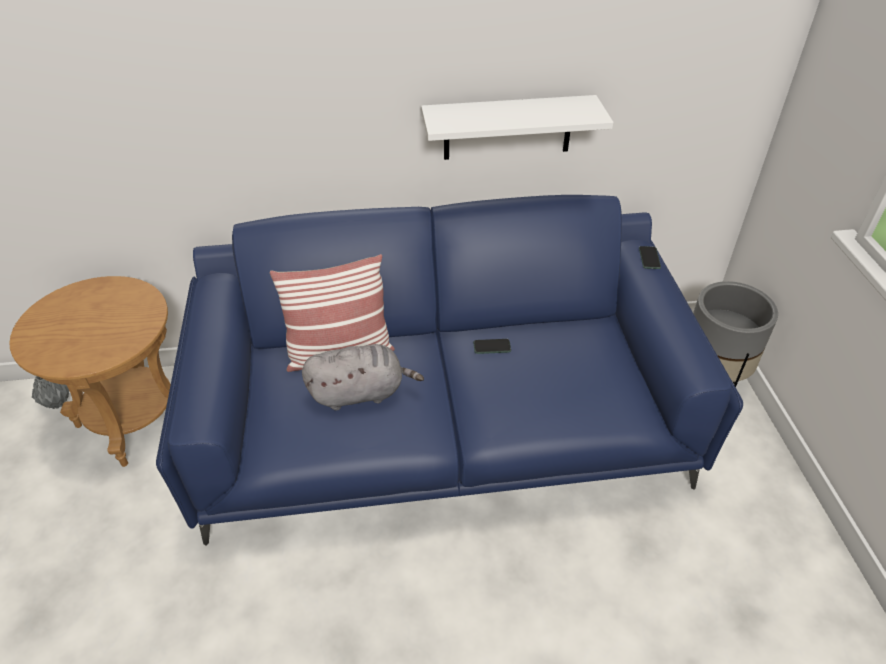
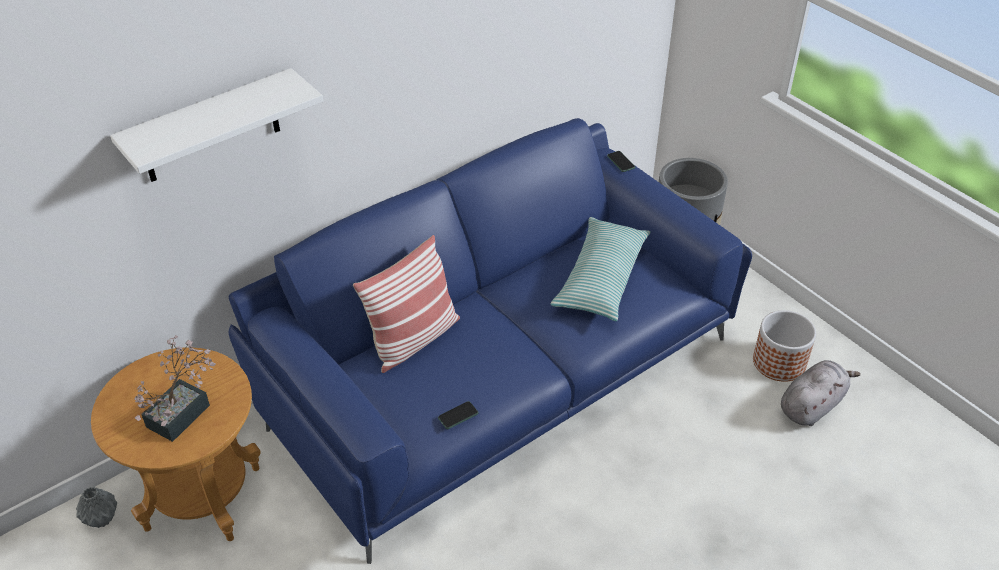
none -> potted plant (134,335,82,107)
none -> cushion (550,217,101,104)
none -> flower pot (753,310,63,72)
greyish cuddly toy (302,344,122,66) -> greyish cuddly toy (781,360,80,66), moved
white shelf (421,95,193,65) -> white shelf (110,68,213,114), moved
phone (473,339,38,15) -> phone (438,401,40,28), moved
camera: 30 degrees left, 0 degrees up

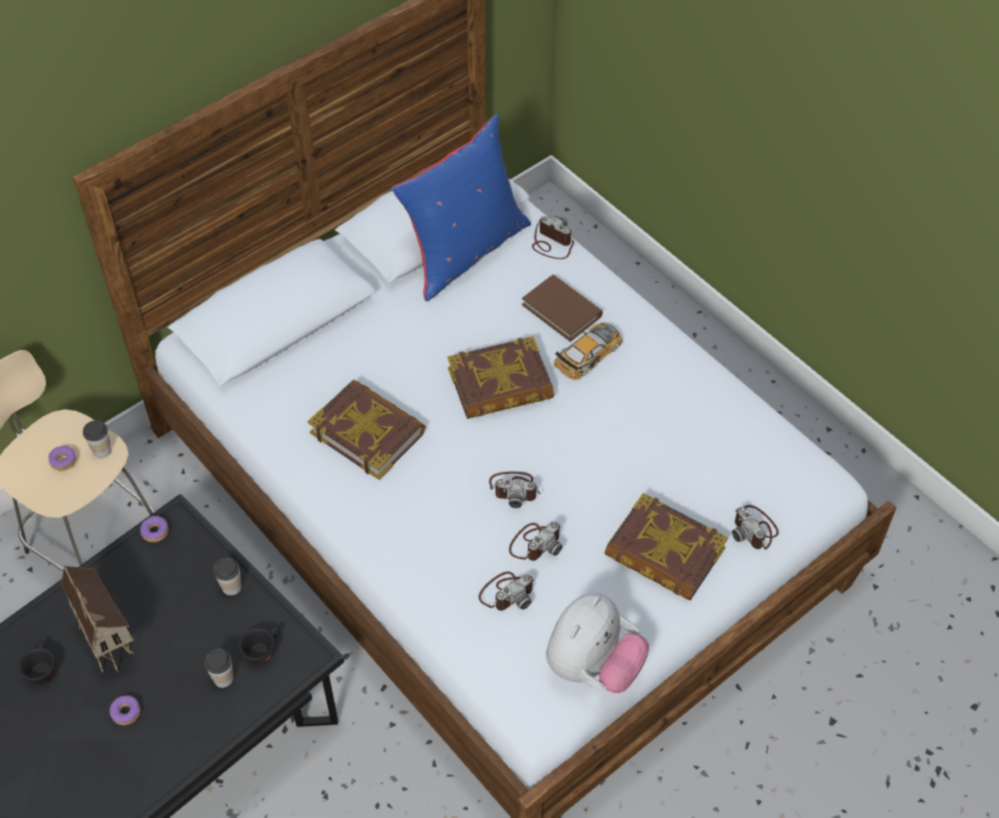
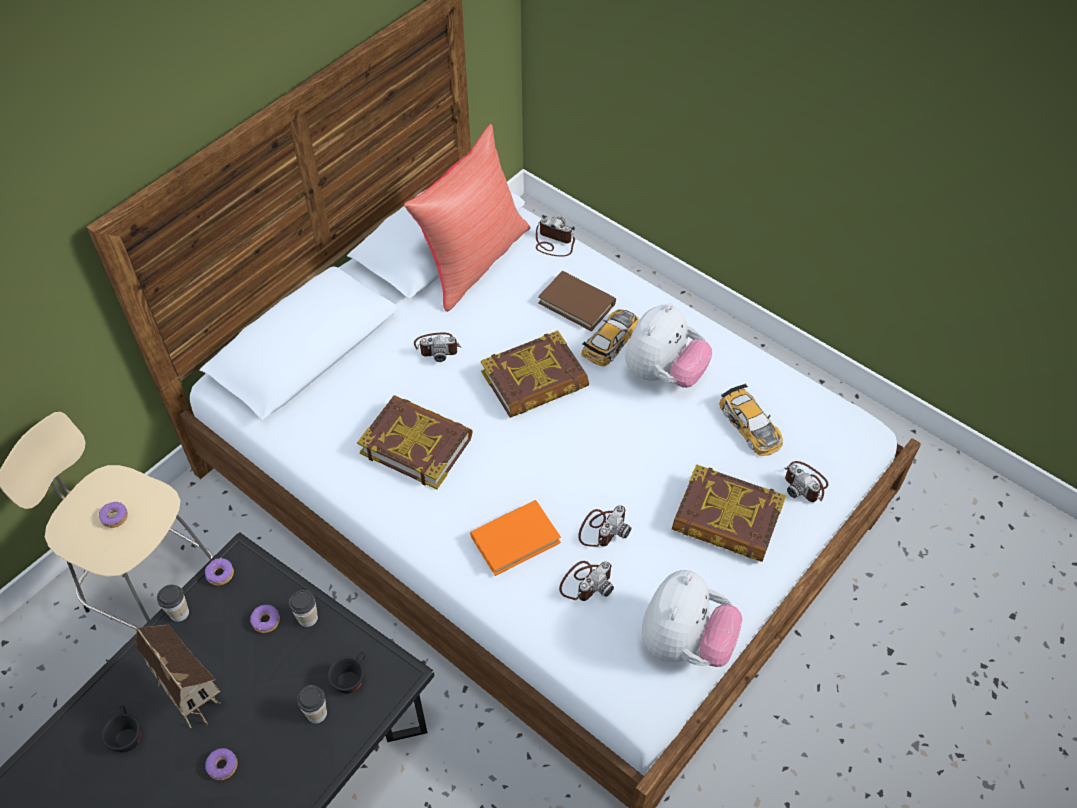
none -> donut (250,605,30,28)
none -> orange-coloured book (470,500,91,76)
none -> cuddly toy (625,303,87,85)
none -> toy car (719,384,64,72)
small cup (83,420,28,38) -> small cup (157,585,32,37), moved
still camera (489,472,52,36) -> still camera (414,332,47,30), moved
bluish cushion (391,114,140,187) -> red cushion (404,124,127,188)
camera: 10 degrees left, 0 degrees up

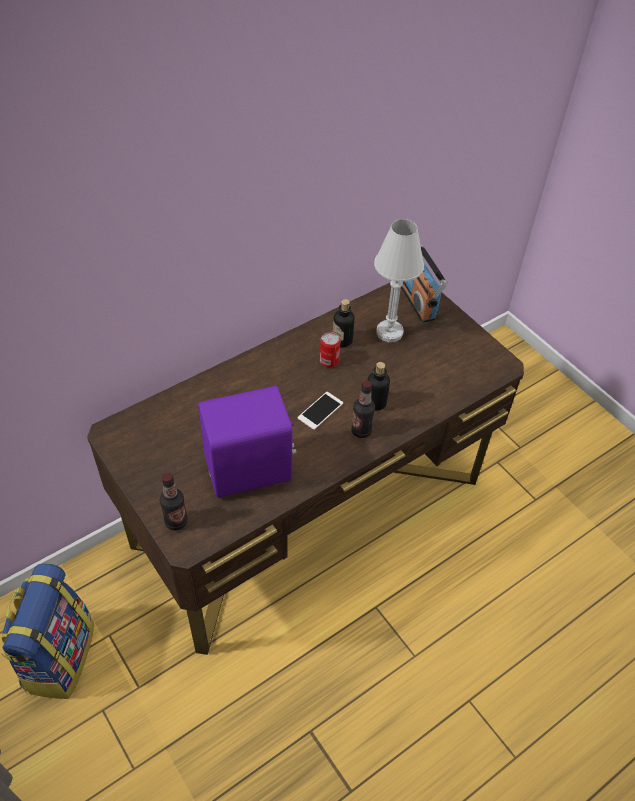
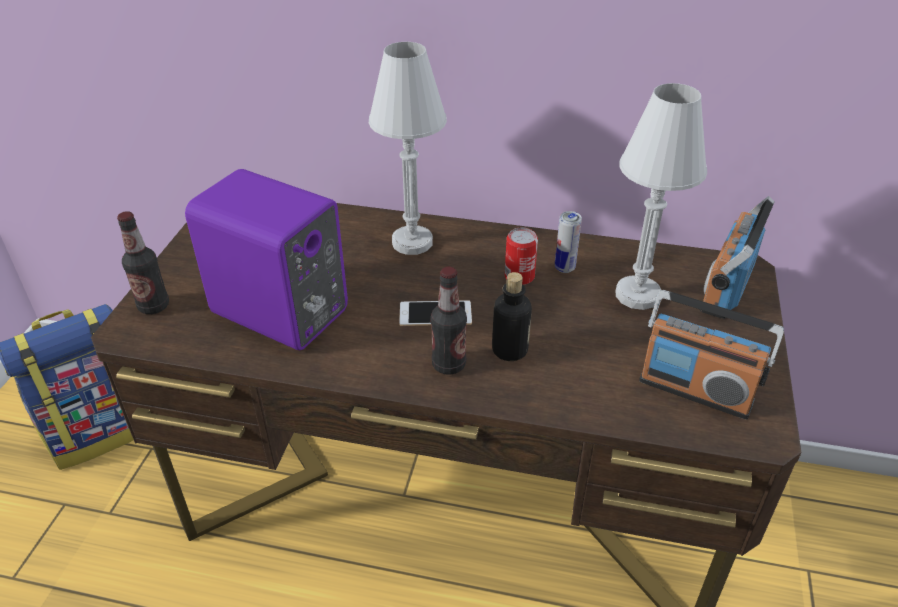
none -> white table lamp (369,42,78,213)
none -> radio (639,290,145,130)
beverage bottle (333,299,22,48) -> metal can (555,211,27,62)
camera: 50 degrees right, 10 degrees down

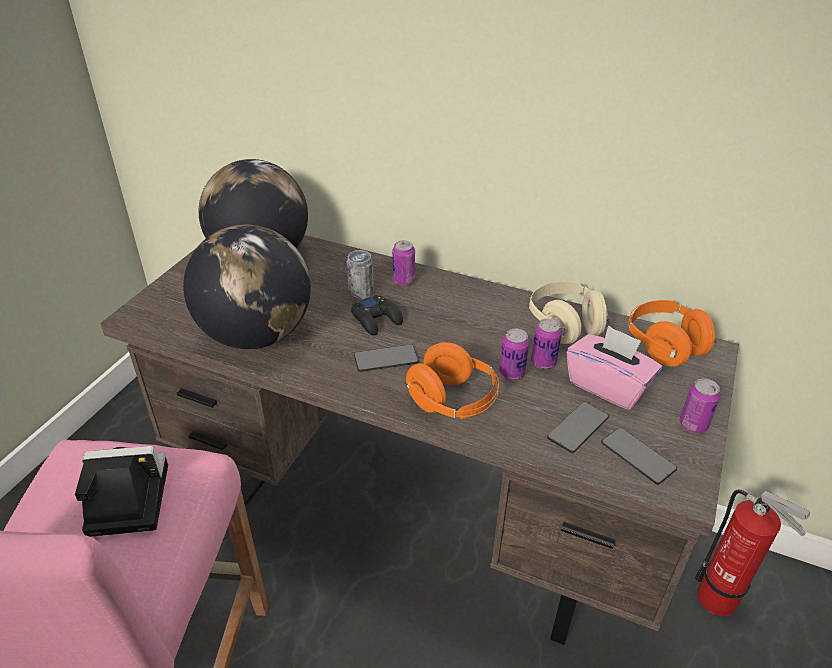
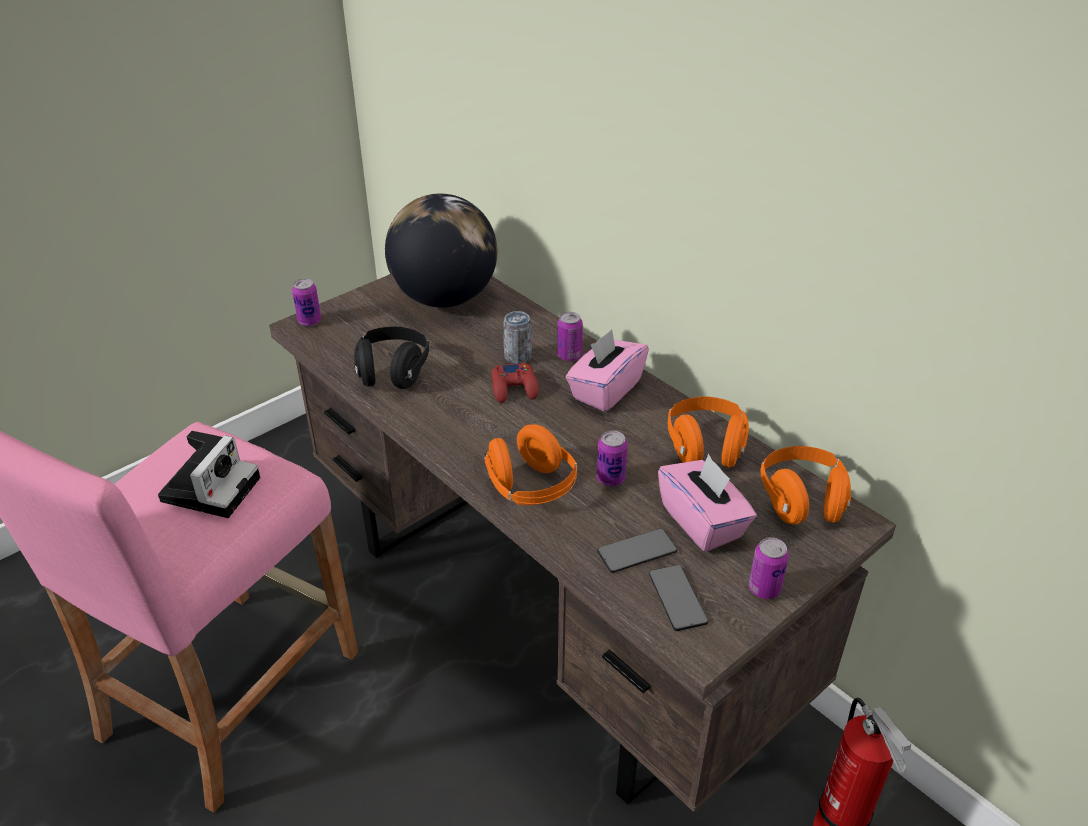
phone (354,344,65,28) -> none
none -> pink-coloured tissue holder (566,329,83,83)
metal can (531,318,31,51) -> metal can (292,279,29,47), moved
world globe (183,224,128,125) -> black headphones (354,327,75,62)
black game controller (351,295,52,40) -> red game controller (491,363,48,40)
beige-coloured headphones (529,281,80,63) -> orange-coloured headphones (668,397,81,71)
still camera (75,446,93,91) -> still camera (158,431,102,87), 90 degrees clockwise
camera: 25 degrees right, 0 degrees up

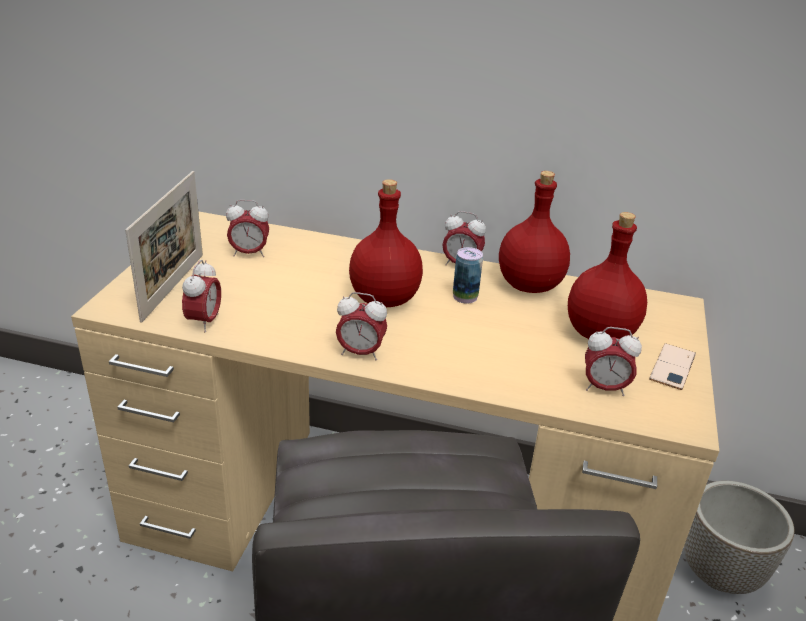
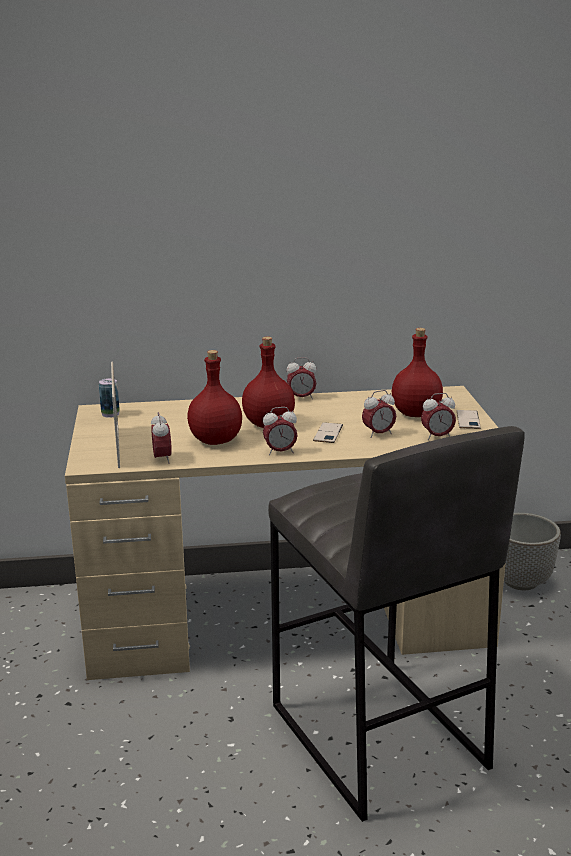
none -> phone (313,422,30,21)
alarm clock (226,200,43,57) -> alarm clock (362,390,34,48), moved
metal can (453,247,30,57) -> metal can (99,378,21,40), moved
red beverage bottle (499,171,71,122) -> red beverage bottle (187,350,55,95), moved
camera: 20 degrees left, 10 degrees down

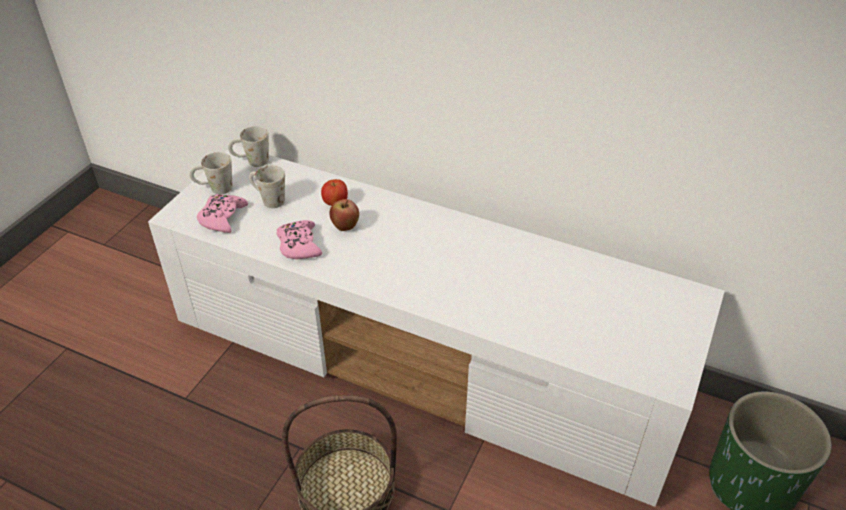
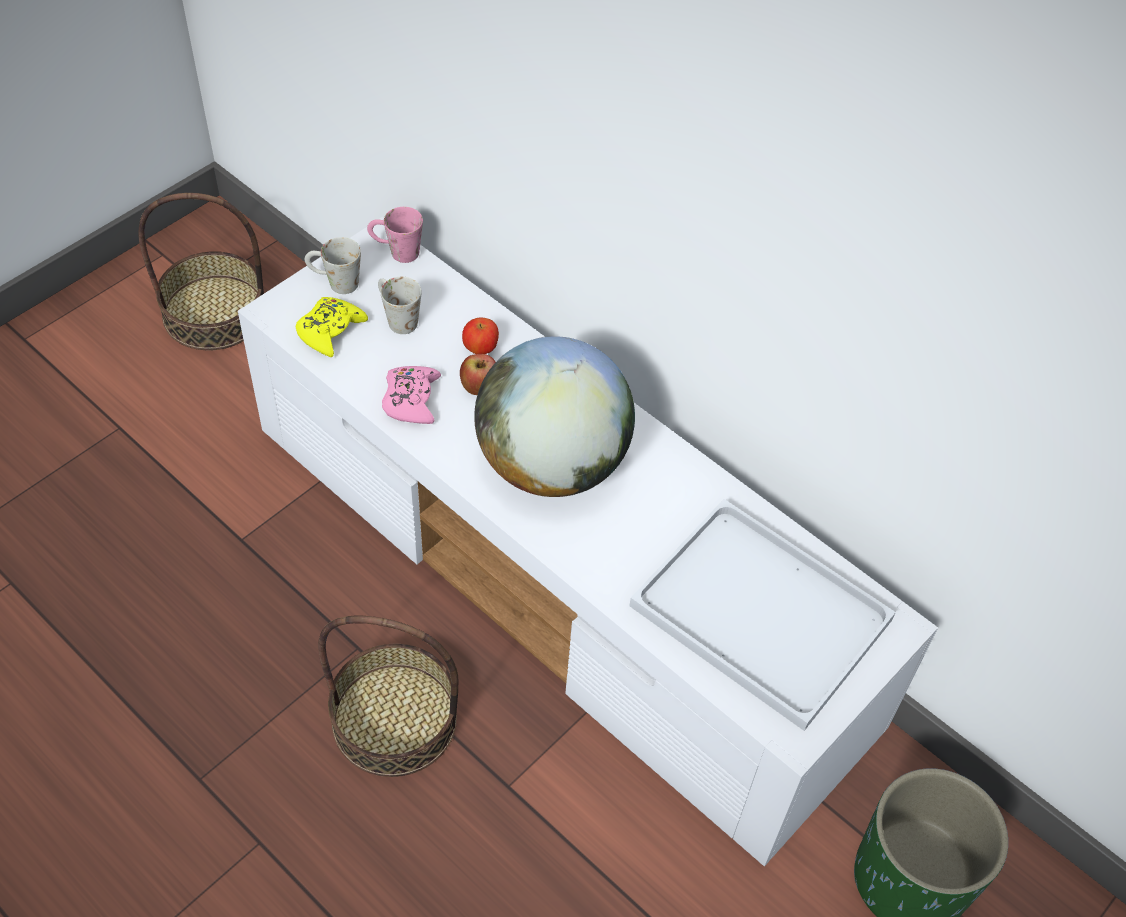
none -> household basket (139,193,125,157)
none -> world globe (474,336,161,161)
none -> white carrying tray (630,499,266,232)
pink-coloured game controller (197,194,51,39) -> yellow-coloured game controller (296,297,72,60)
white tea mug (228,126,41,41) -> pink-coloured tea mug (367,207,56,56)
camera: 15 degrees right, 10 degrees up

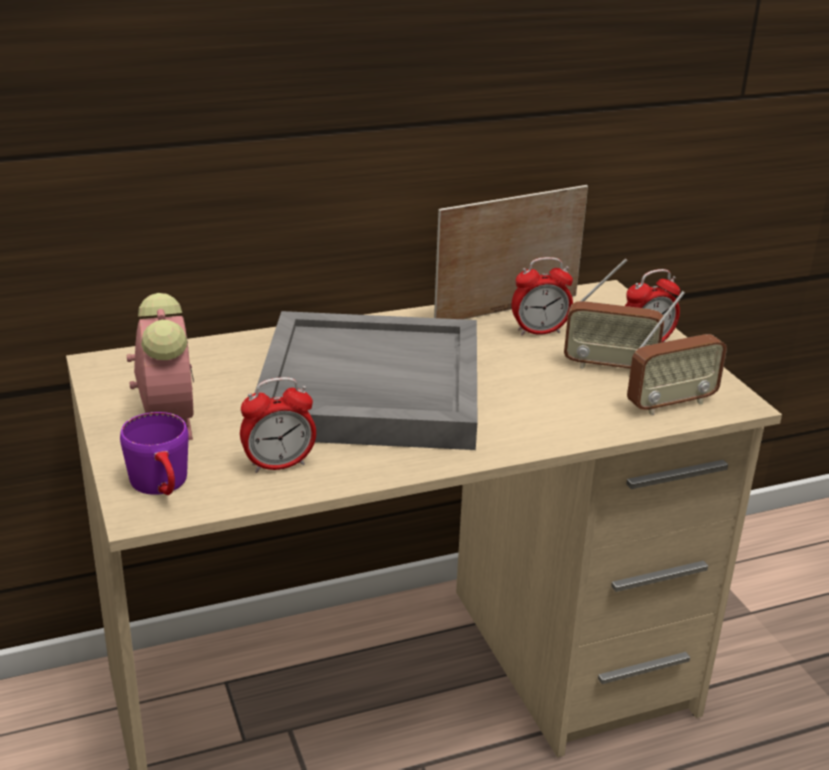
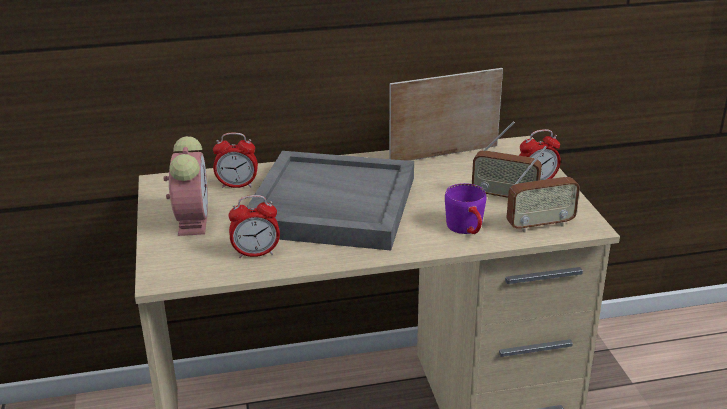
purple tea mug (120,412,69,83) -> purple tea mug (445,183,41,51), moved
alarm clock (512,257,61,79) -> alarm clock (213,133,45,55), moved
camera: 10 degrees right, 0 degrees up

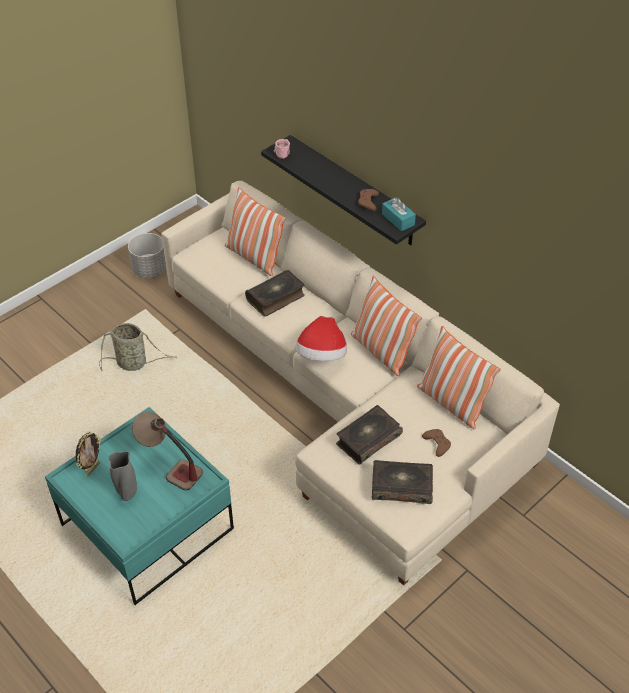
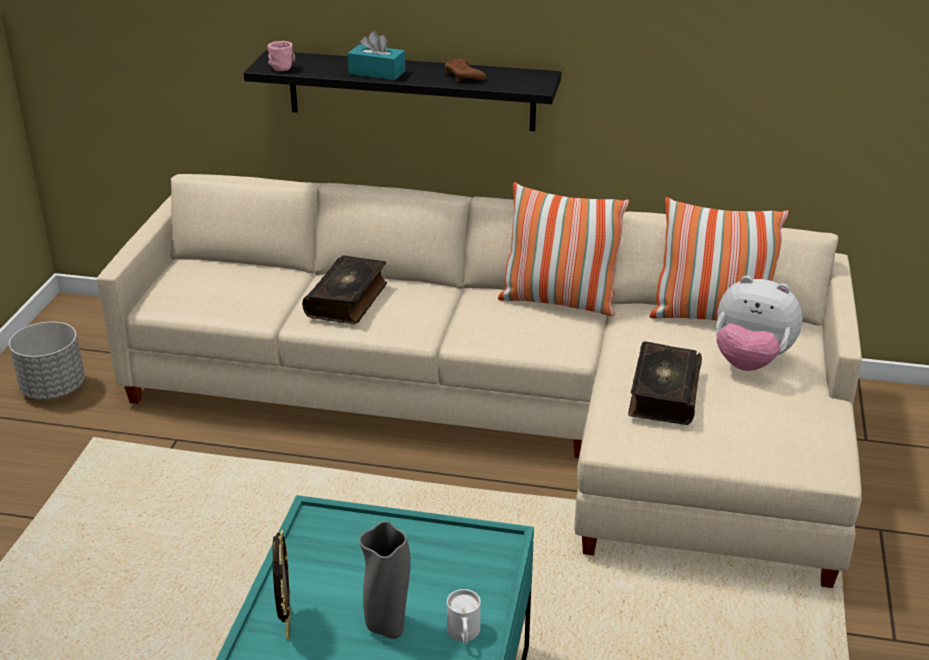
household basket (99,323,78,48) -> none
table lamp (132,412,71,78) -> none
cushion (225,187,61,89) -> none
hat (295,316,52,45) -> none
book (372,460,61,44) -> none
none -> white tea mug (447,589,34,56)
blue-green tissue holder (382,197,34,34) -> blue-green tissue holder (348,31,58,49), moved
brownish game controller (422,429,29,28) -> cuddly toy (716,276,87,95)
camera: 35 degrees left, 15 degrees down

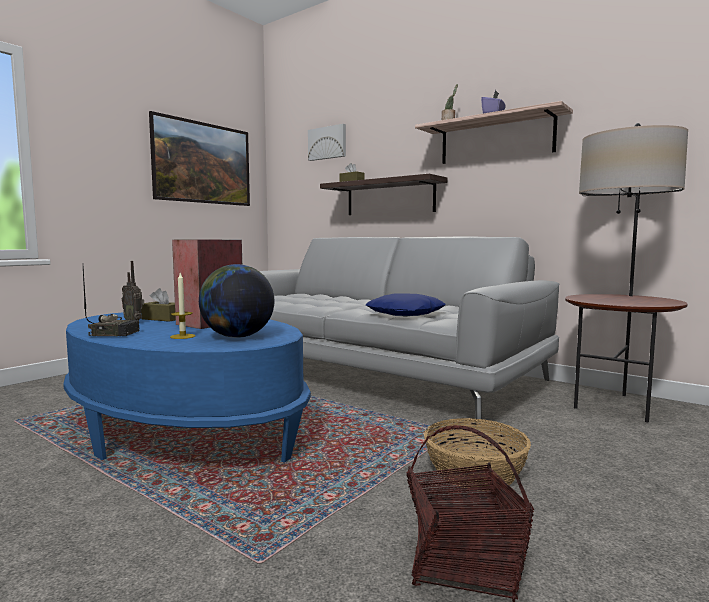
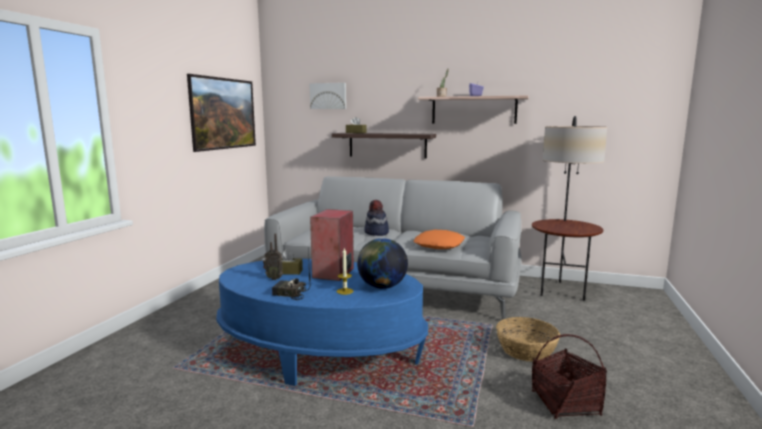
none -> hat (364,200,25,36)
bluish cushion (366,293,80,23) -> orange-coloured cushion (413,230,52,19)
radio (83,268,57,69) -> radio (272,247,39,53), 150 degrees counterclockwise
camera: 20 degrees left, 5 degrees up

